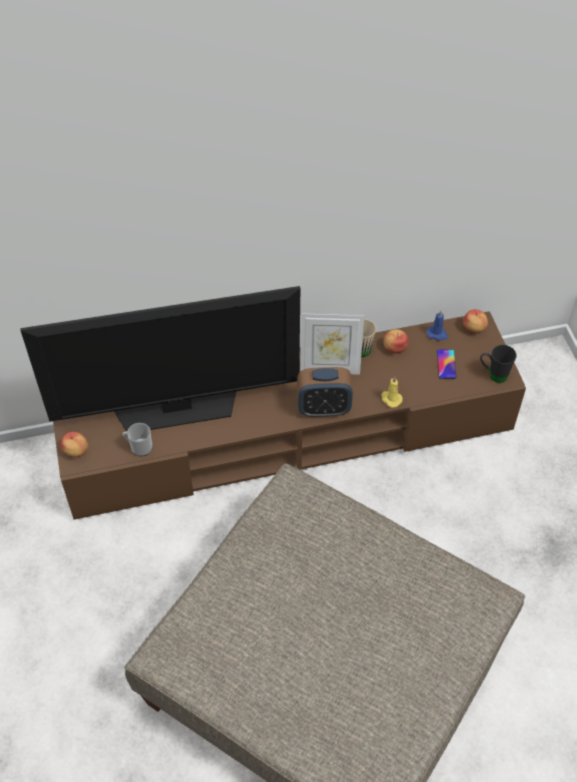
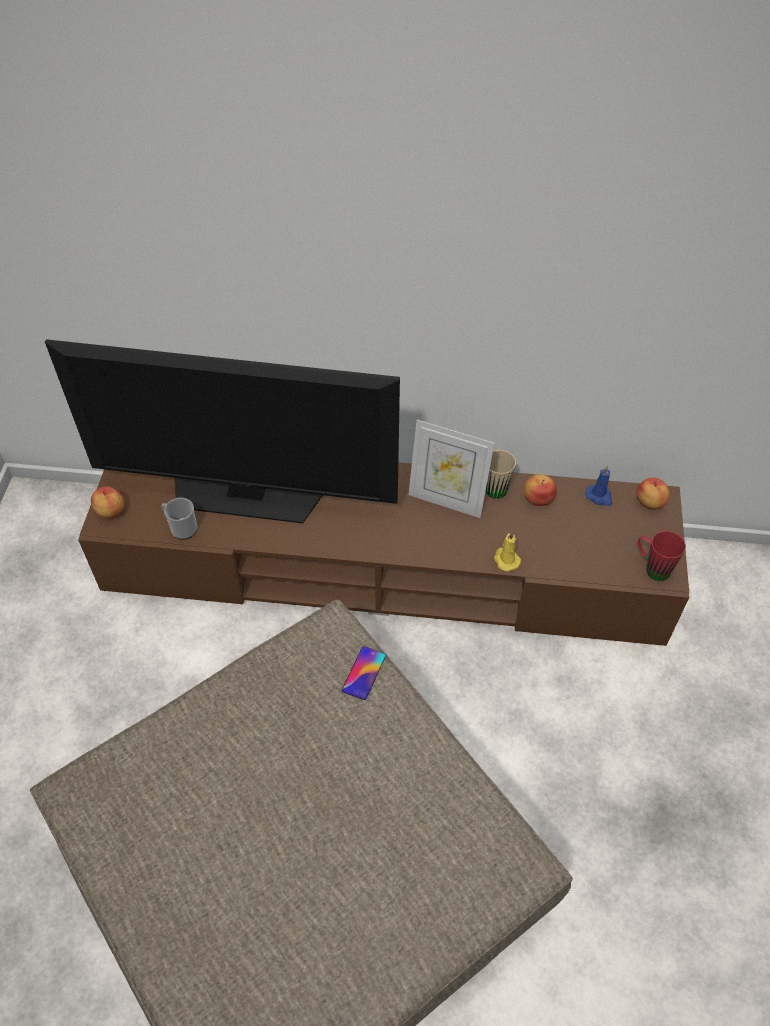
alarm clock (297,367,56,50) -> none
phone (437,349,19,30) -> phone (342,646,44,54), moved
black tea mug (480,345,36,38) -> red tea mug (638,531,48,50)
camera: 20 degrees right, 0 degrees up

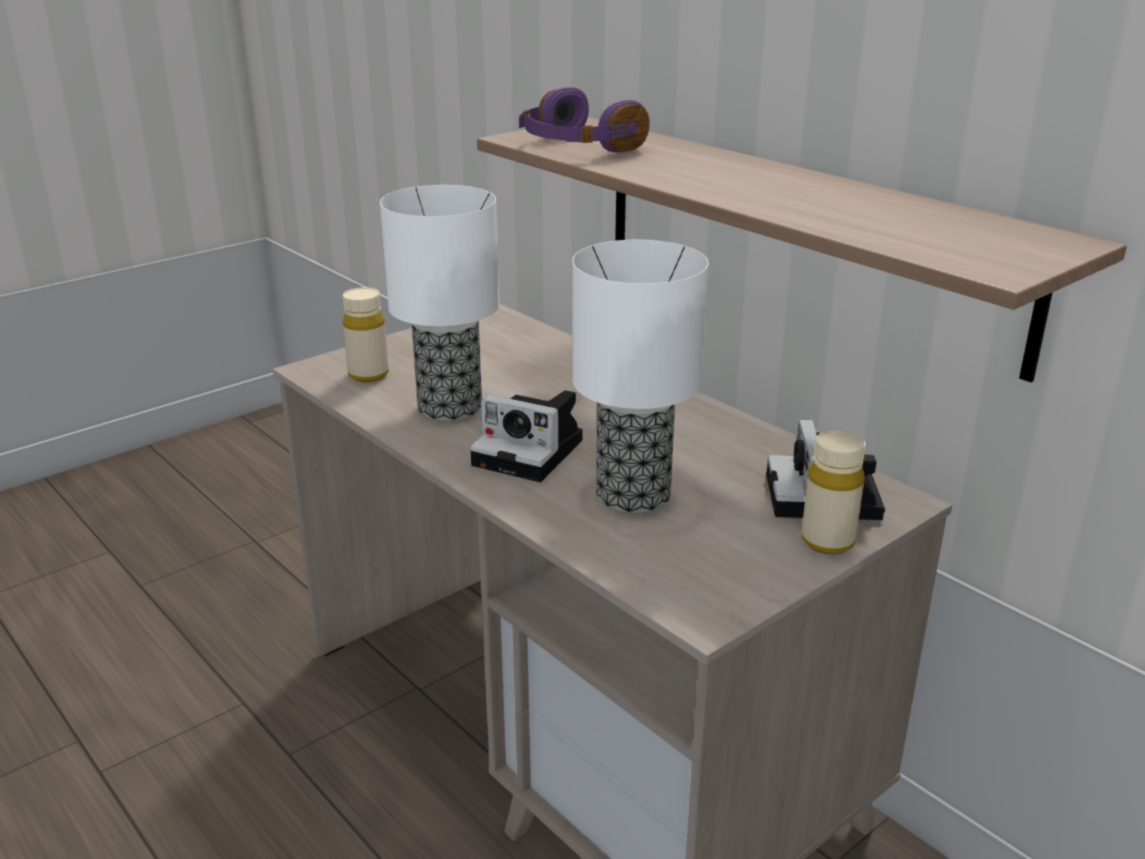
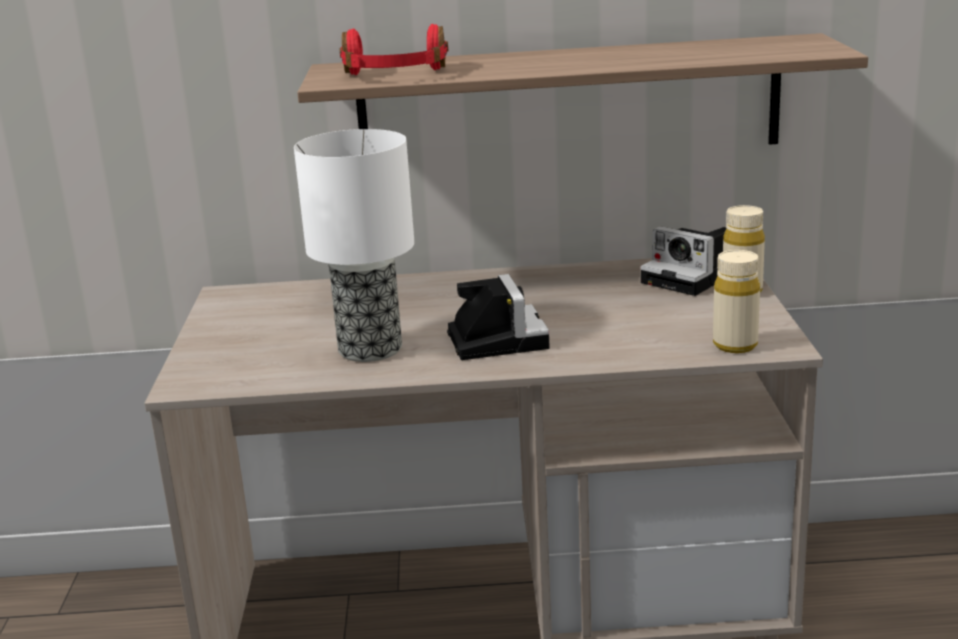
table lamp (572,240,136,274) -> none
beige-coloured beverage bottle (343,287,46,95) -> beige-coloured beverage bottle (713,250,47,103), moved
purple headphones (519,87,130,65) -> red headphones (340,24,108,51)
still camera (470,390,113,92) -> still camera (447,274,103,86), 75 degrees counterclockwise
camera: 50 degrees left, 5 degrees down

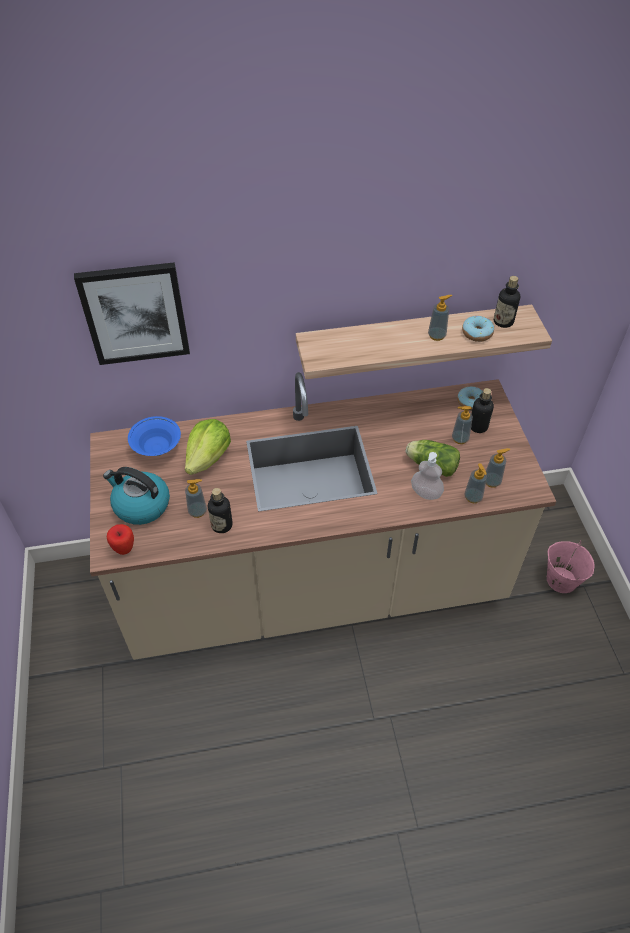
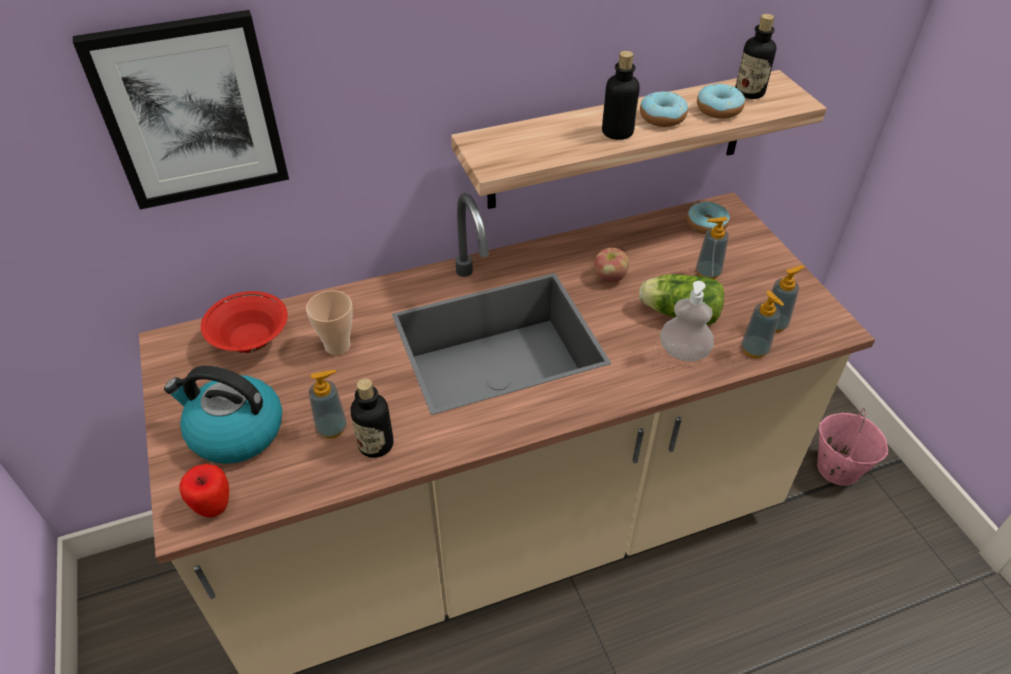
none -> apple (594,248,35,34)
beverage bottle (471,388,23,45) -> beverage bottle (602,51,38,89), moved
lettuce head (185,419,46,56) -> small cup (306,290,47,65)
liquid soap bottle (428,295,24,46) -> donut (640,90,48,37)
bluish bowl (128,416,53,40) -> red bowl (201,291,87,62)
camera: 10 degrees left, 5 degrees down

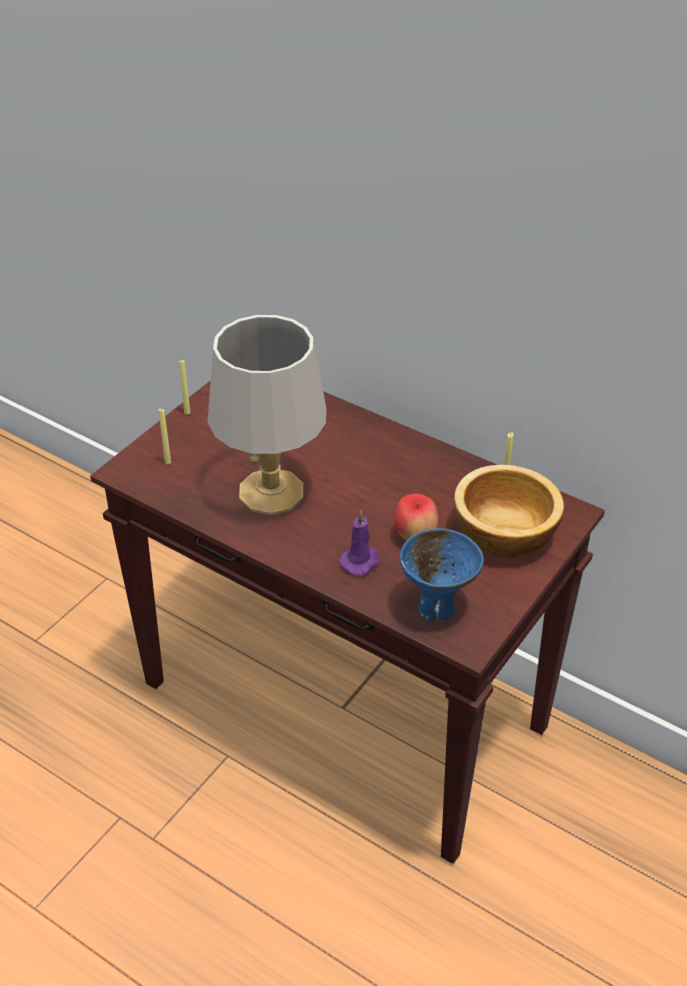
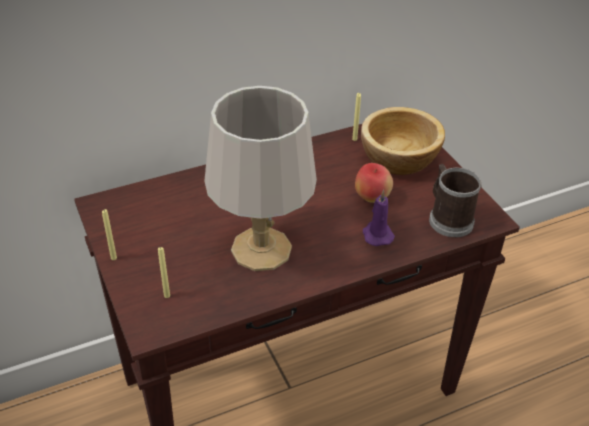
bluish bowl (400,528,84,93) -> tea mug (429,164,53,73)
camera: 60 degrees left, 0 degrees up

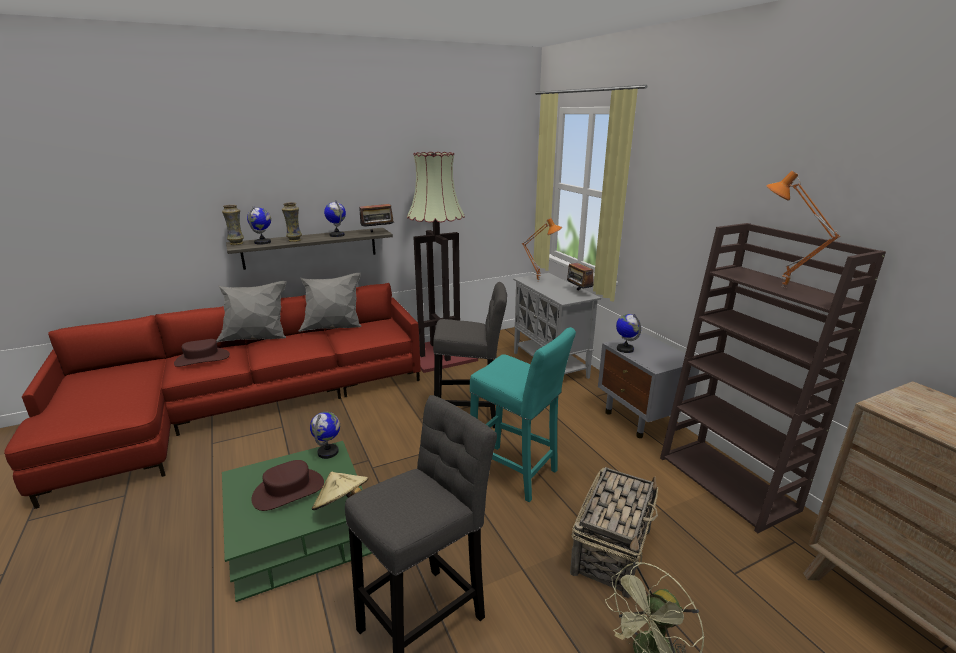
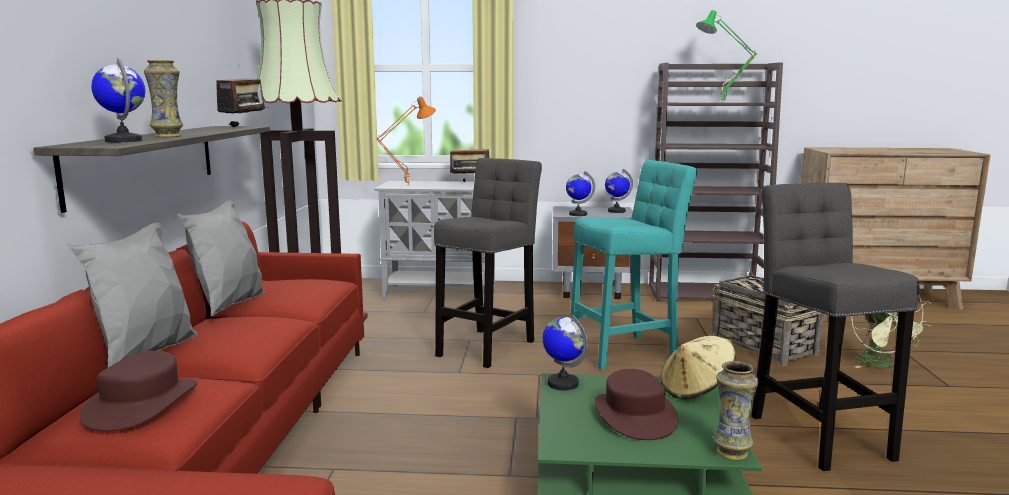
vase (222,205,22,40) -> vase (713,361,45,99), moved
world globe (324,200,22,37) -> world globe (605,169,28,44), moved
orange-coloured table lamp (766,171,74,117) -> green table lamp (696,10,61,93)
camera: 60 degrees left, 10 degrees down

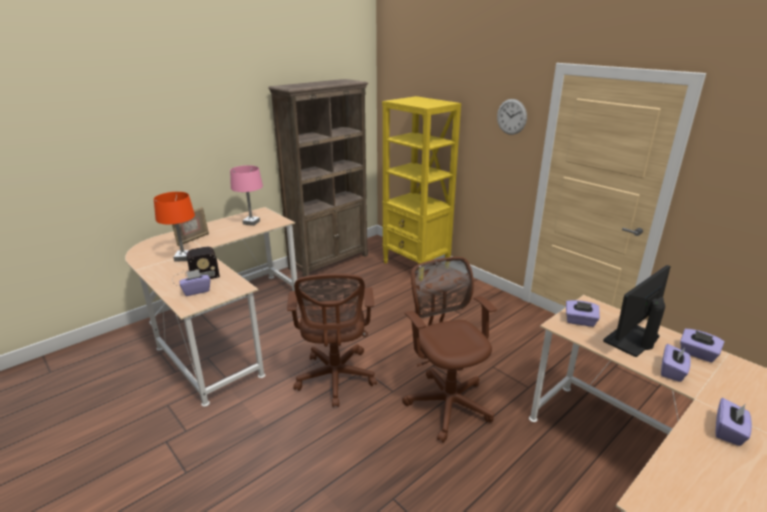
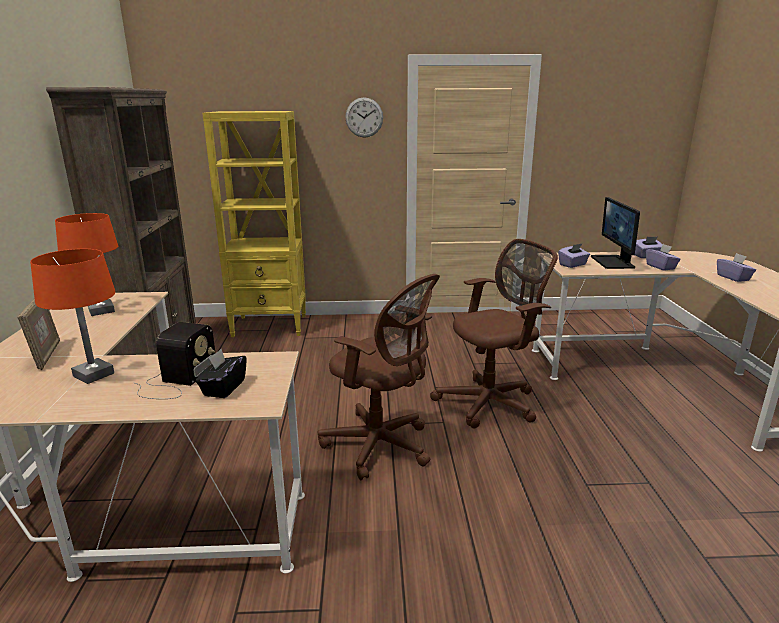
purple tissue holder (179,270,31,26) -> black tissue holder (196,349,51,49)
pink-coloured table lamp (230,165,33,61) -> orange-coloured table lamp (55,213,63,103)
brownish office chair (402,257,95,186) -> brownish office chair (430,239,128,189), 135 degrees clockwise
camera: 50 degrees left, 5 degrees down

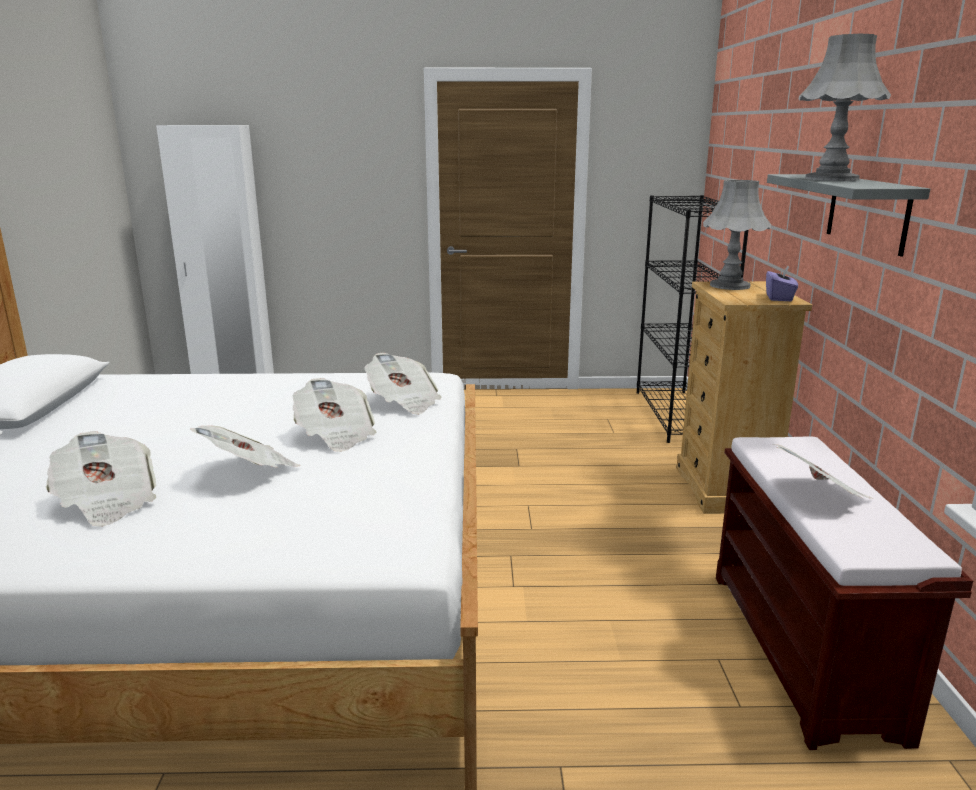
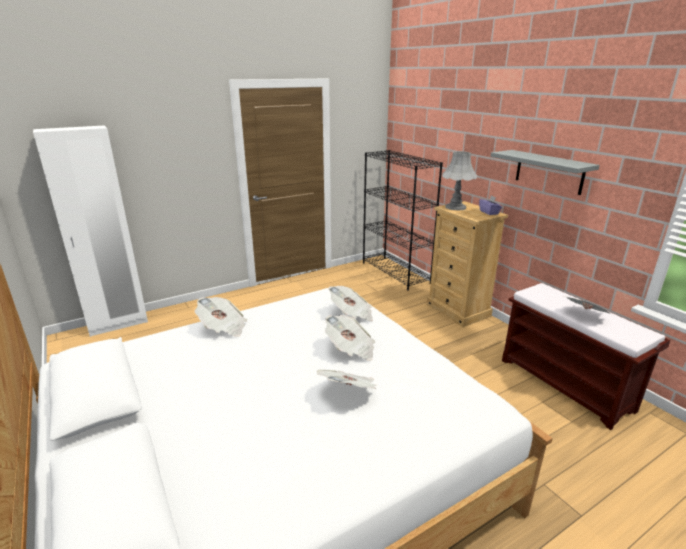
greyish table lamp (799,33,92,148) -> none
printed paper (46,431,110,96) -> printed paper (195,297,52,40), moved
camera: 30 degrees left, 5 degrees up

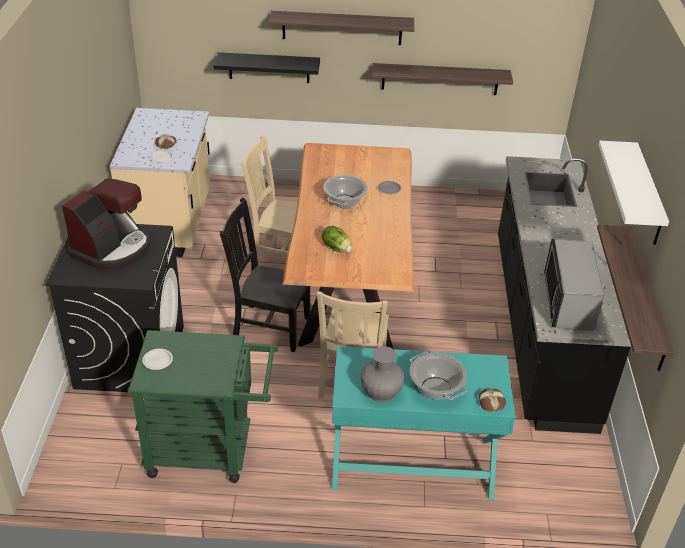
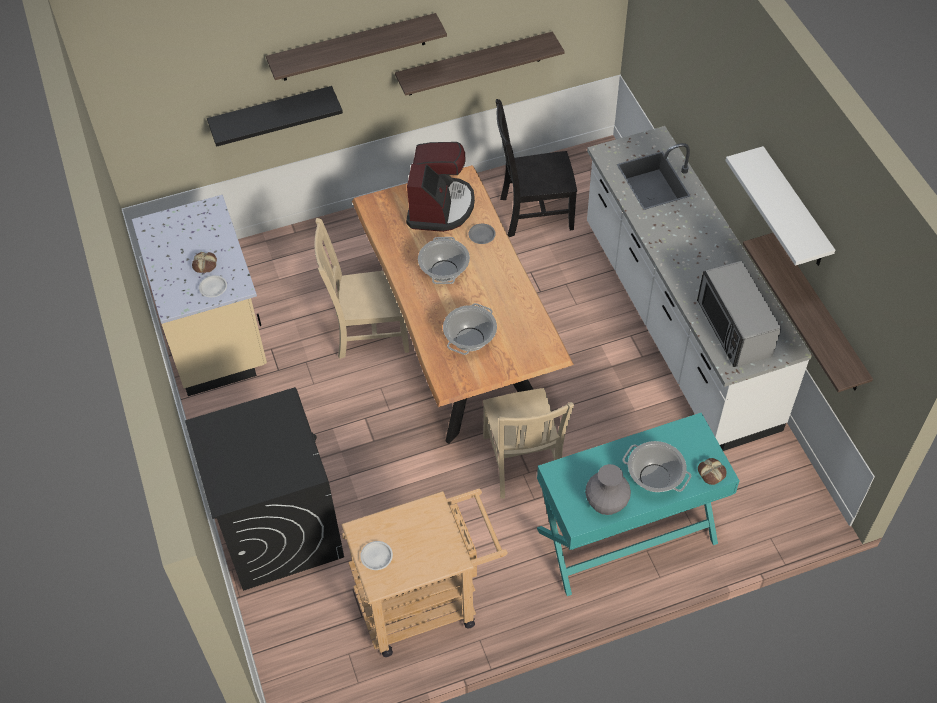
coffee machine (62,179,89,90) -> coffee machine (406,142,69,90), moved
black plain chair (220,197,90,155) -> black plain chair (496,99,81,138), moved
lettuce head (322,226,30,27) -> stockpot (443,303,54,52)
green wheeled cart (127,330,151,153) -> beige-coloured wheeled cart (341,489,167,168)
black kitchen counter (498,156,133,278) -> white kitchen counter (587,126,225,325)
camera: 20 degrees left, 15 degrees up

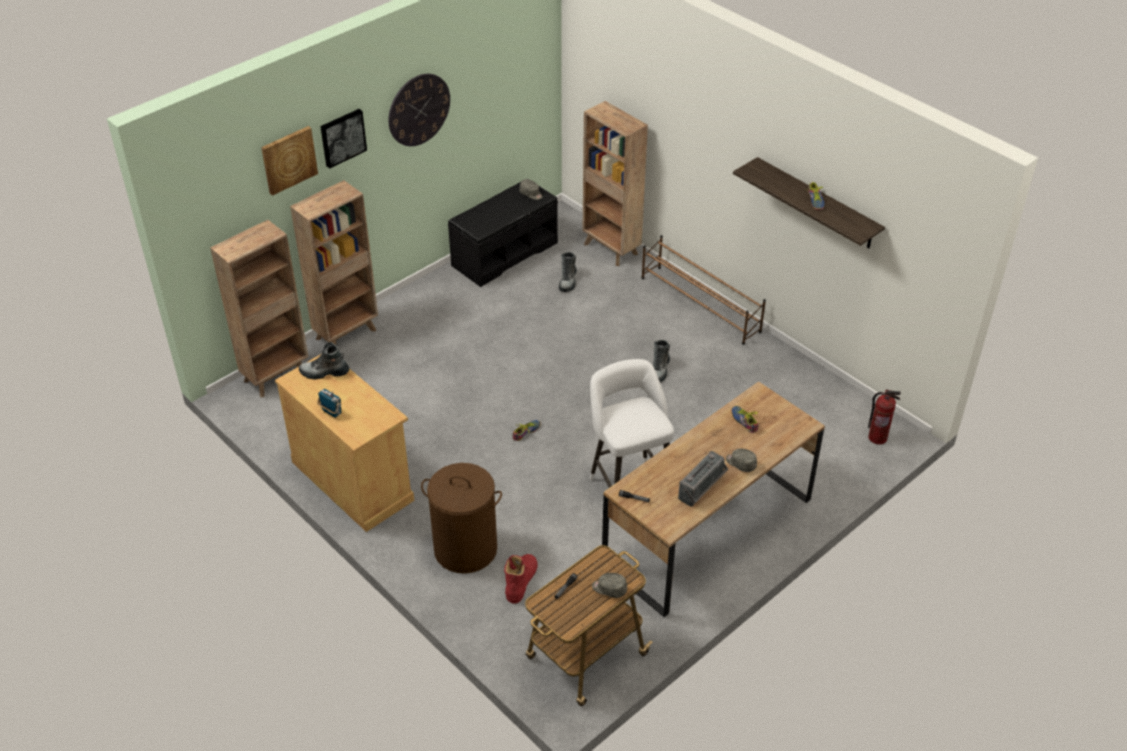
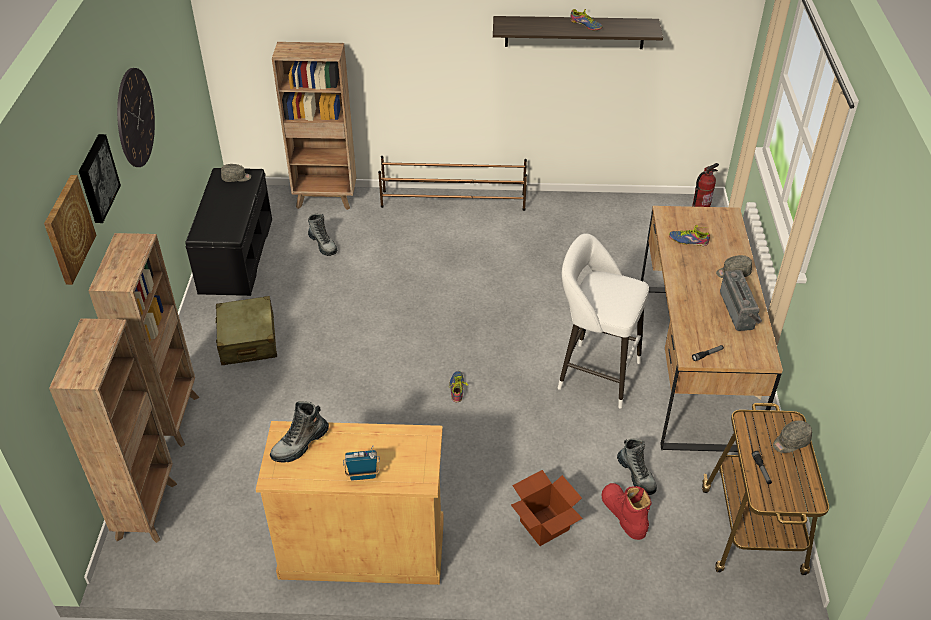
none -> beige-coloured suitcase (215,296,62,69)
high-top boot (653,340,17,42) -> high-top boot (617,438,40,57), moved
brownish washing basket (421,463,81,111) -> packing box (511,470,72,76)
camera: 45 degrees left, 0 degrees up

